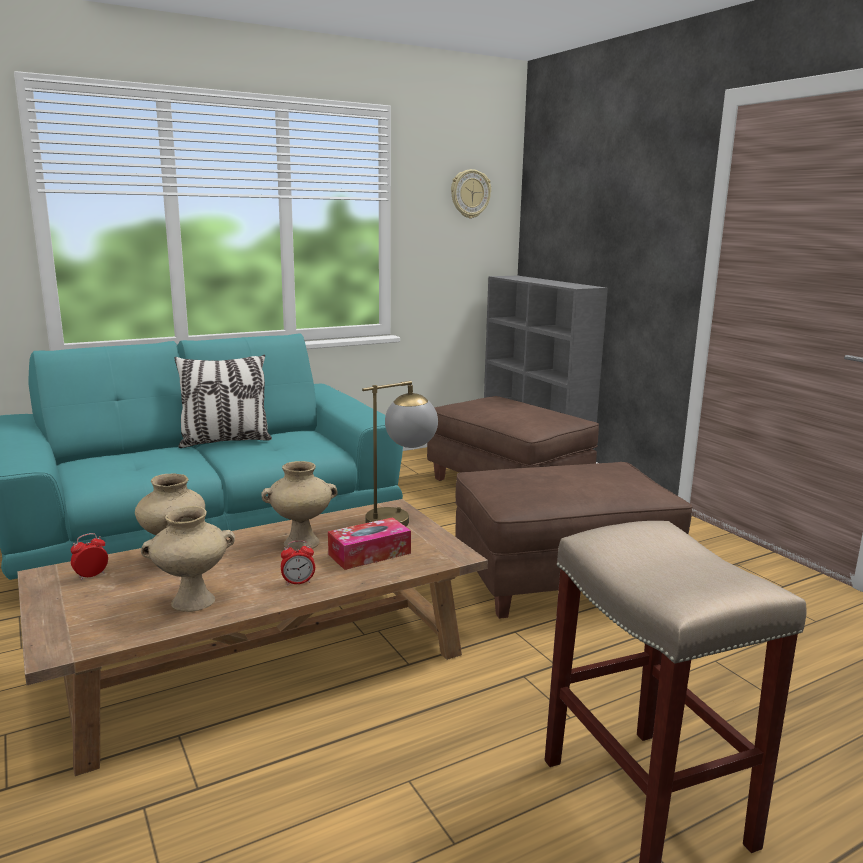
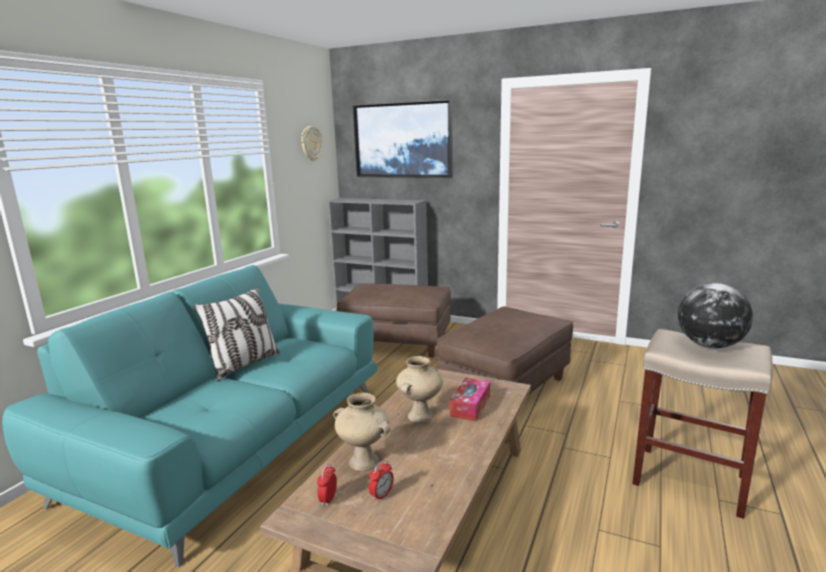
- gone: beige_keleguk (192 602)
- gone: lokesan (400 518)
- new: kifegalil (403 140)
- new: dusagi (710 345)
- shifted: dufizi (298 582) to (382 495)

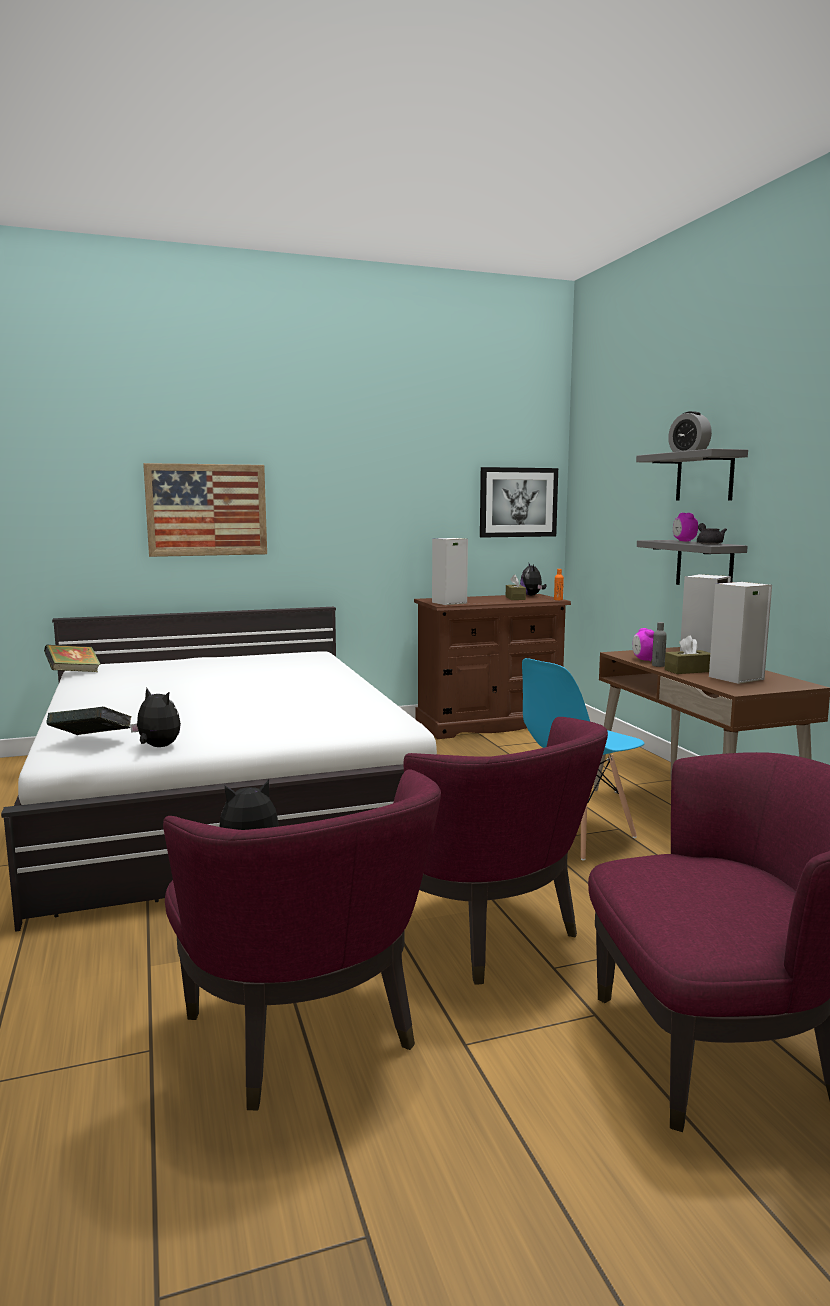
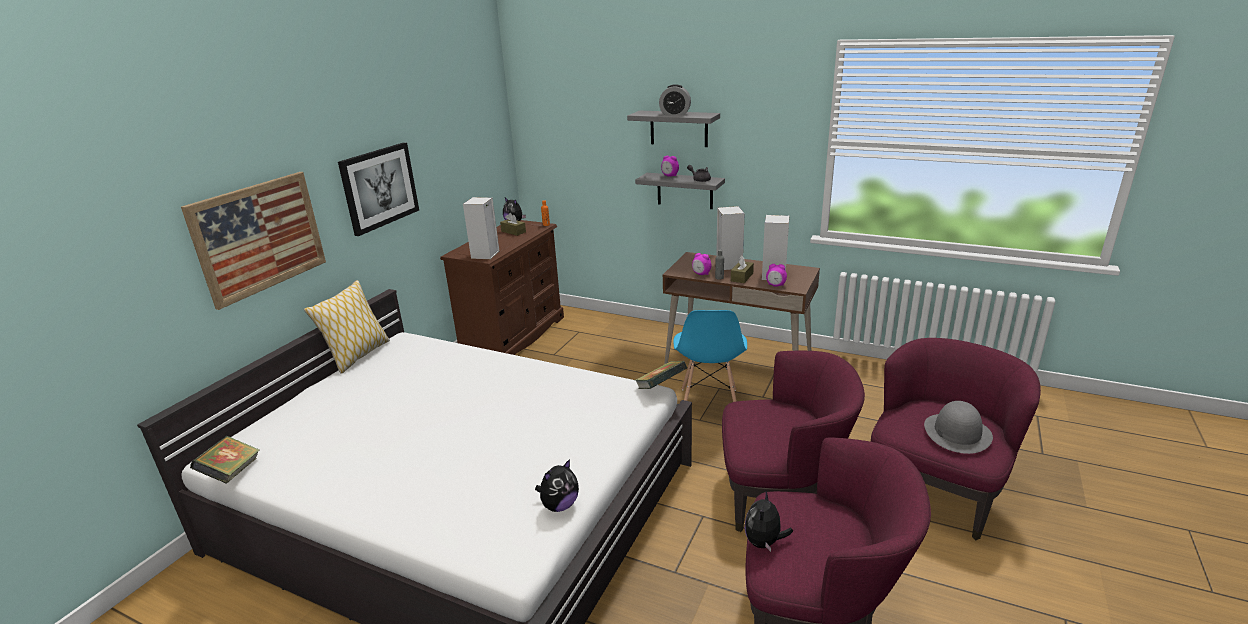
- new: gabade (357 356)
- new: dufizi (775 285)
- new: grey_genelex (957 432)
- shifted: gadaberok (91 741) to (660 387)
- shifted: kifegalil (518 502) to (379 187)
- rotated: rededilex (157 747) = (559 505) 150 degrees clockwise

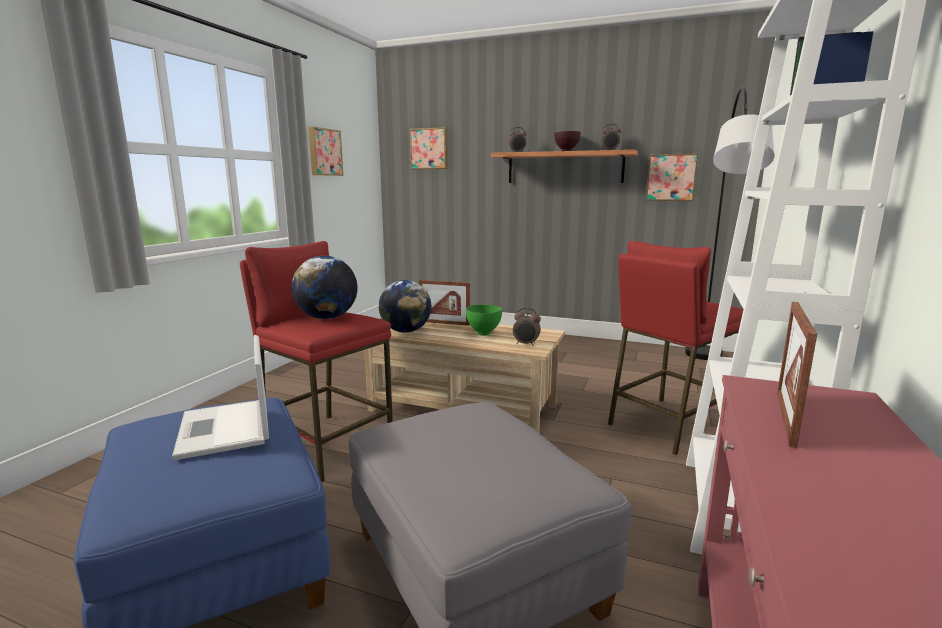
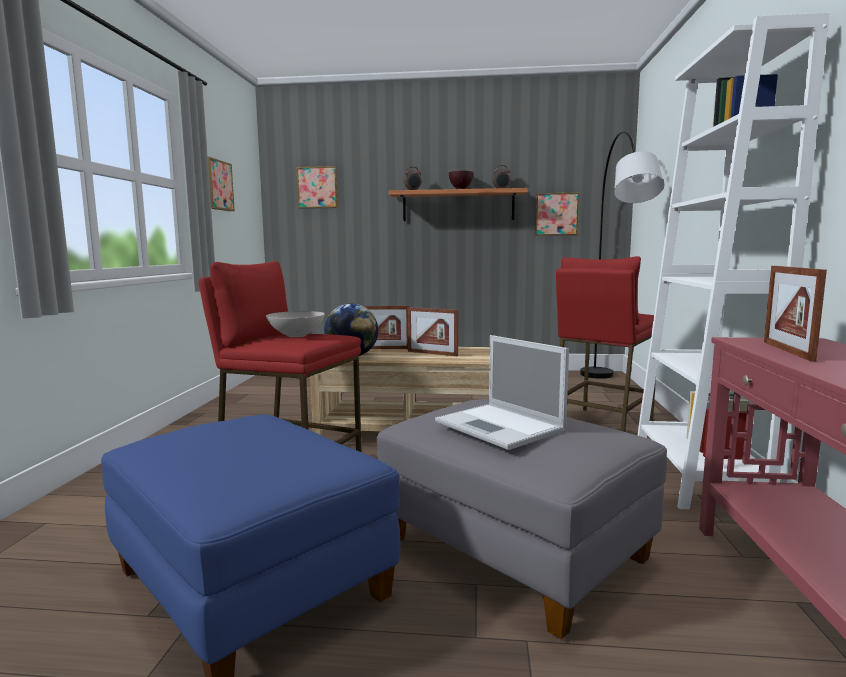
- gone: dufizi (526 344)
- shifted: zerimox (225 429) to (501 427)
- swapped: dusagi (327 318) to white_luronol (296 336)
- swapped: green_luronol (484 334) to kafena (432 353)

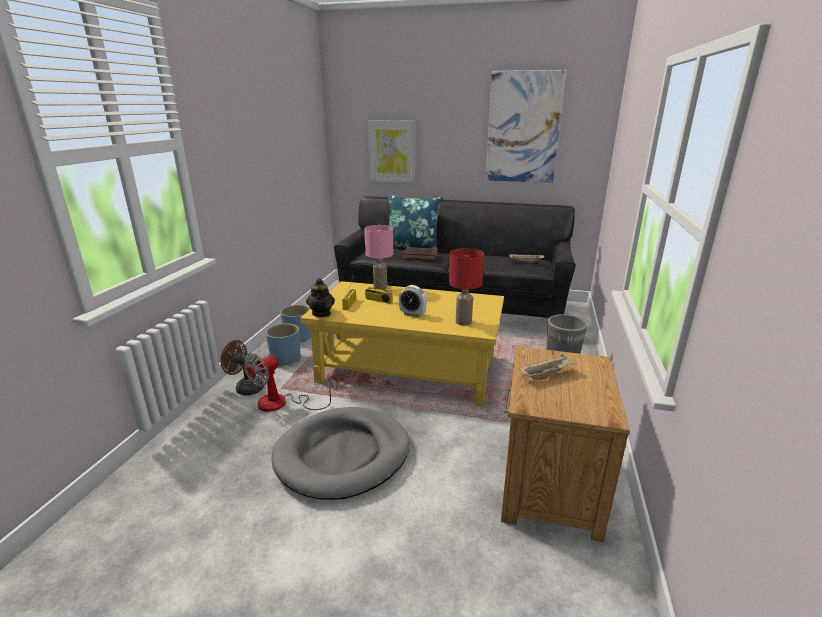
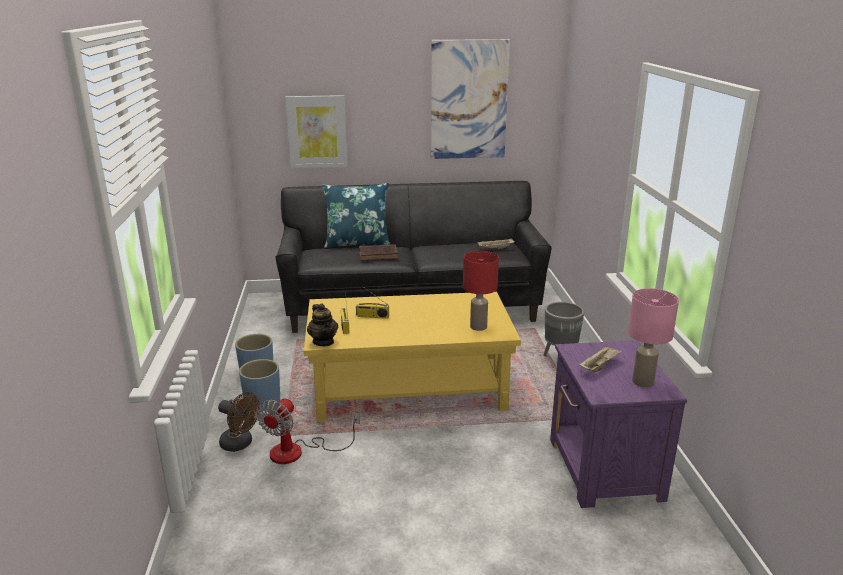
- gone: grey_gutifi (343 455)
- gone: dufizi (412 314)
- shifted: pink_lokesan (380 288) to (643 382)
- repainted: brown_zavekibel (548 487) to purple_zavekibel (604 470)
- rotated: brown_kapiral (245 388) = (240 444) 150 degrees counterclockwise

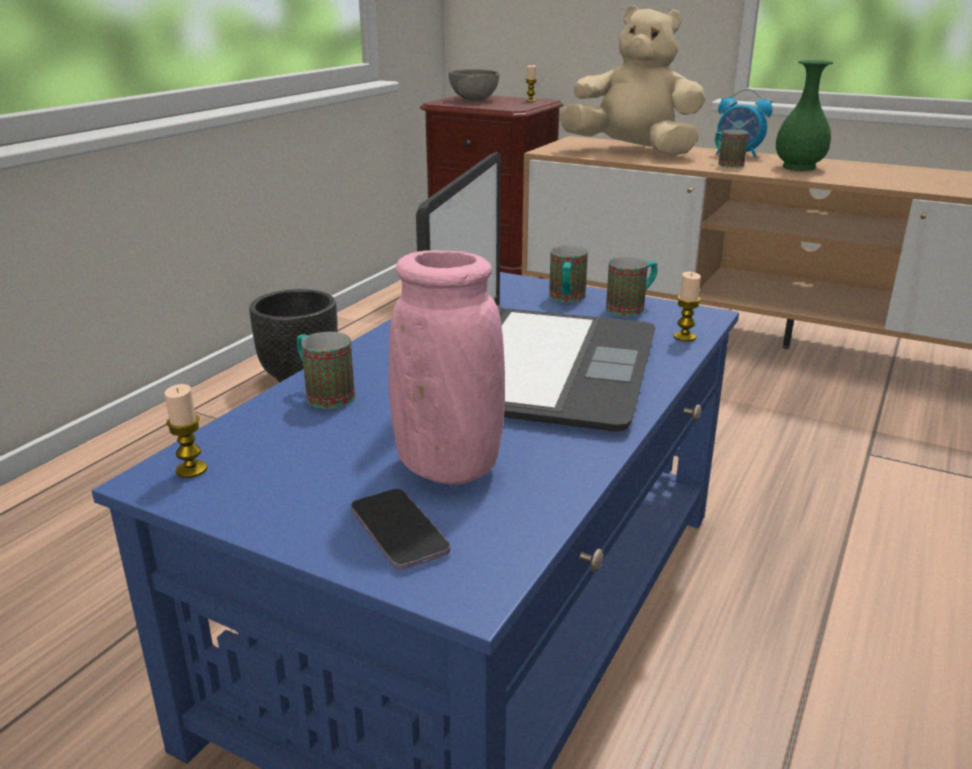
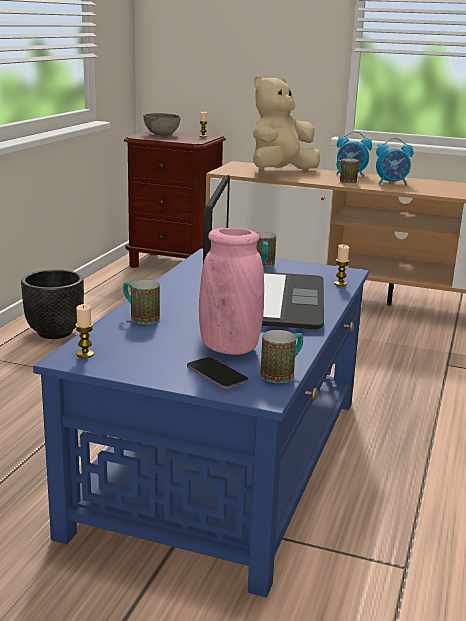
- shifted: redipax (631 308) to (282 374)
- swapped: green_keleguk (799 167) to dufizi (392 183)
- rotated: beige_rededilex (633 151) = (280 172) 60 degrees counterclockwise

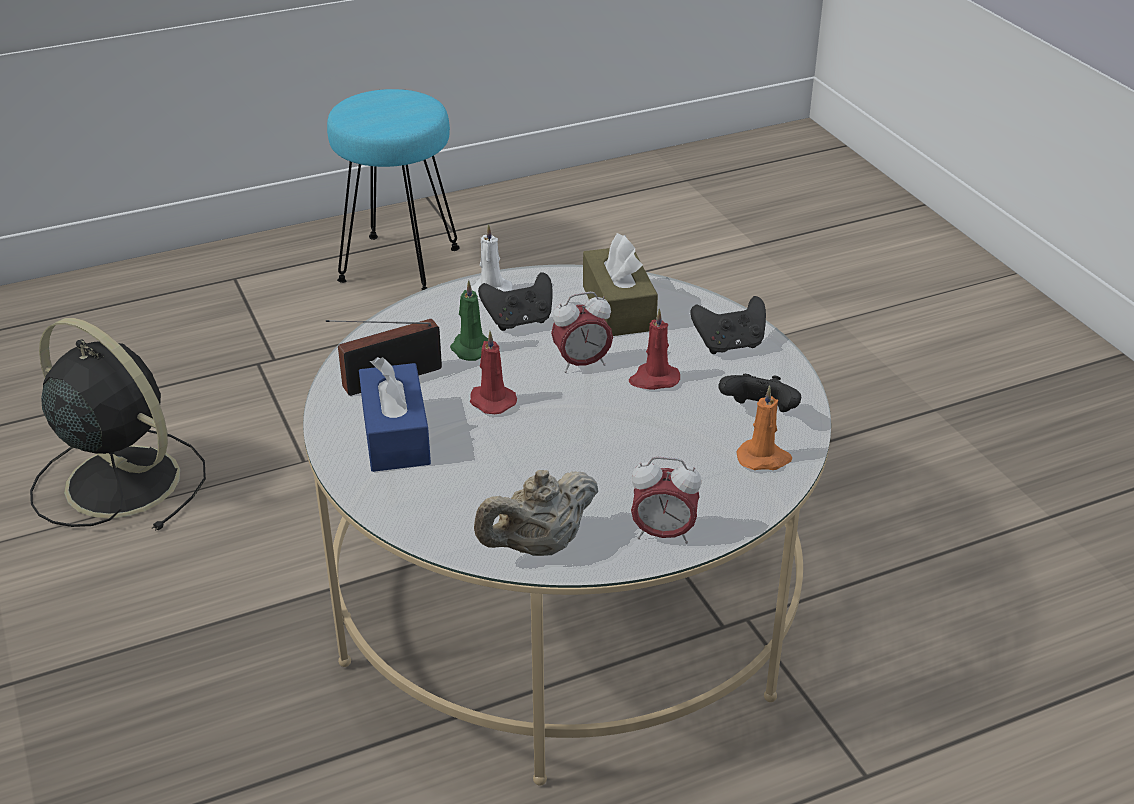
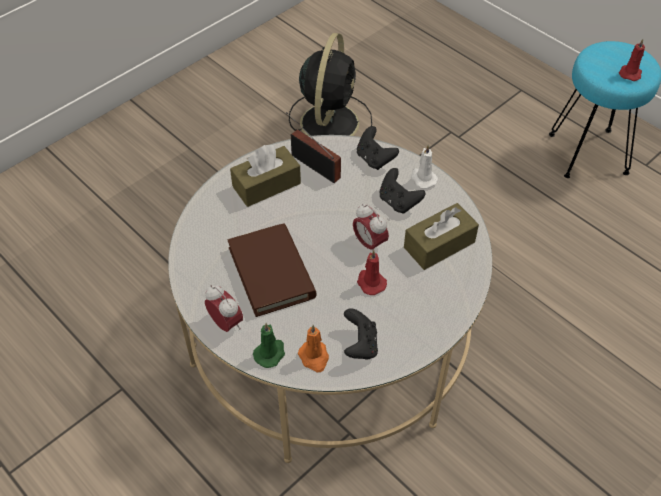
- gone: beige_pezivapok (539 546)
- new: brown_gadaberok (271 272)
- shifted: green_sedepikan (470 348) to (270 353)
- shifted: red_sedepikan (491 401) to (630 73)
- shifted: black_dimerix (729 345) to (374 159)
- repainted: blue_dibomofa (395 435) to brown_dibomofa (266 185)
- rotated: dufizi (663 534) = (226 323) 150 degrees clockwise

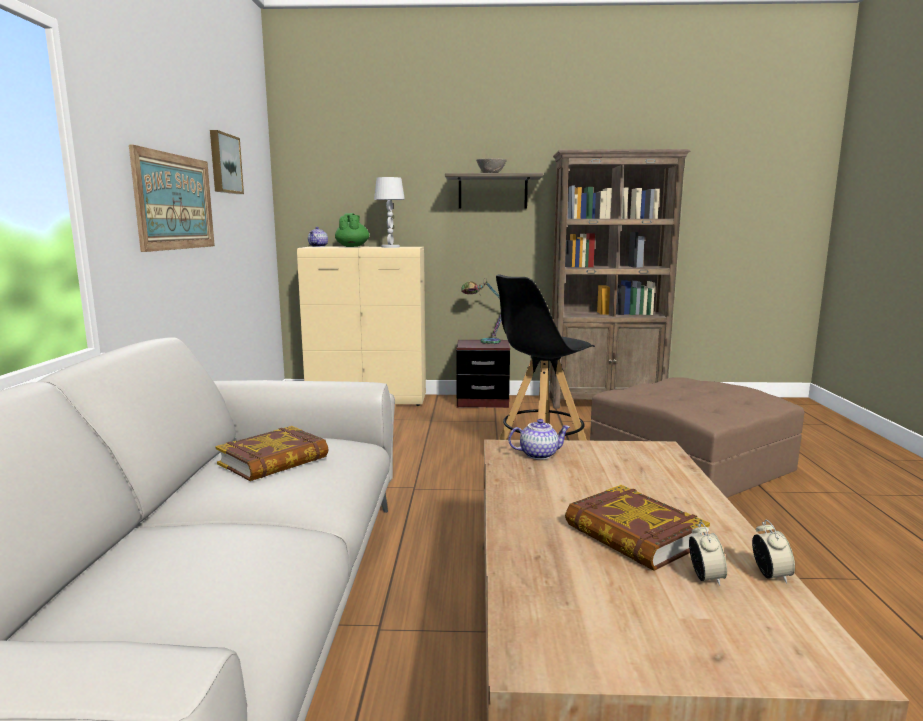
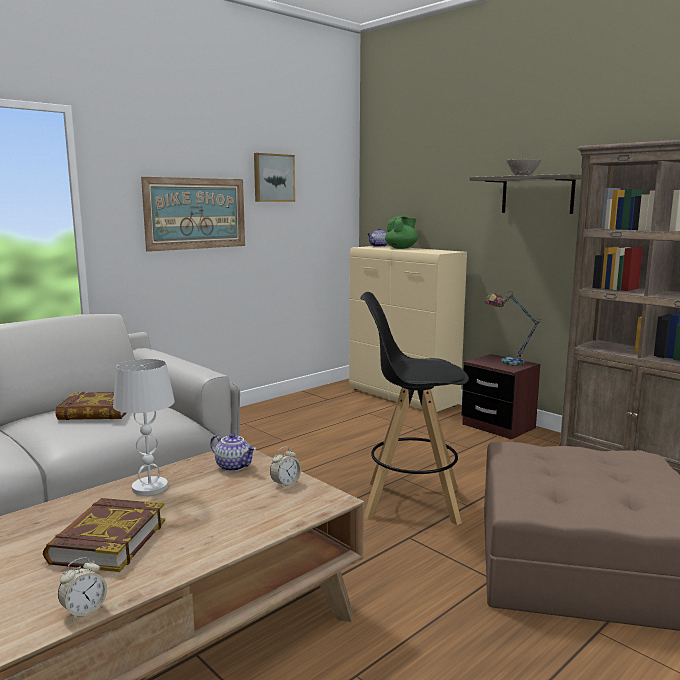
- shifted: white_lokesan (390 247) to (149 487)
- shifted: dufizi (705 577) to (285 484)

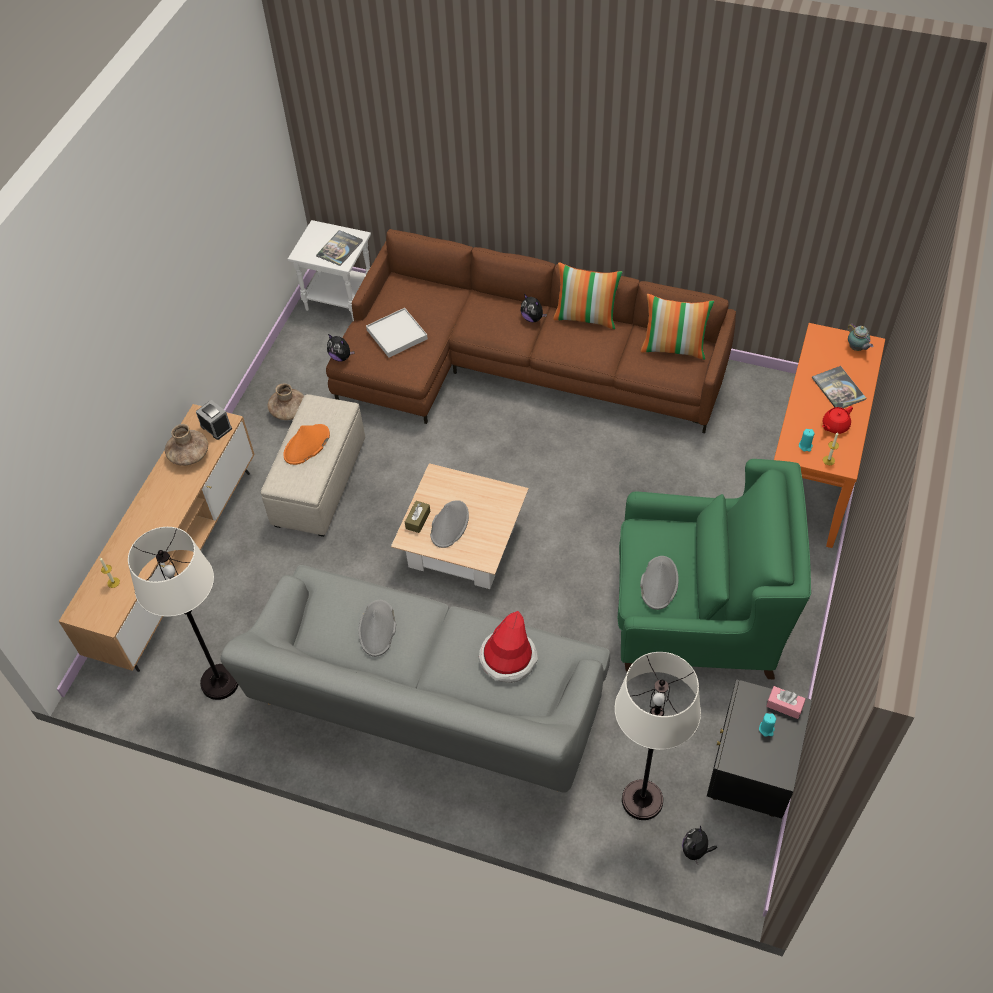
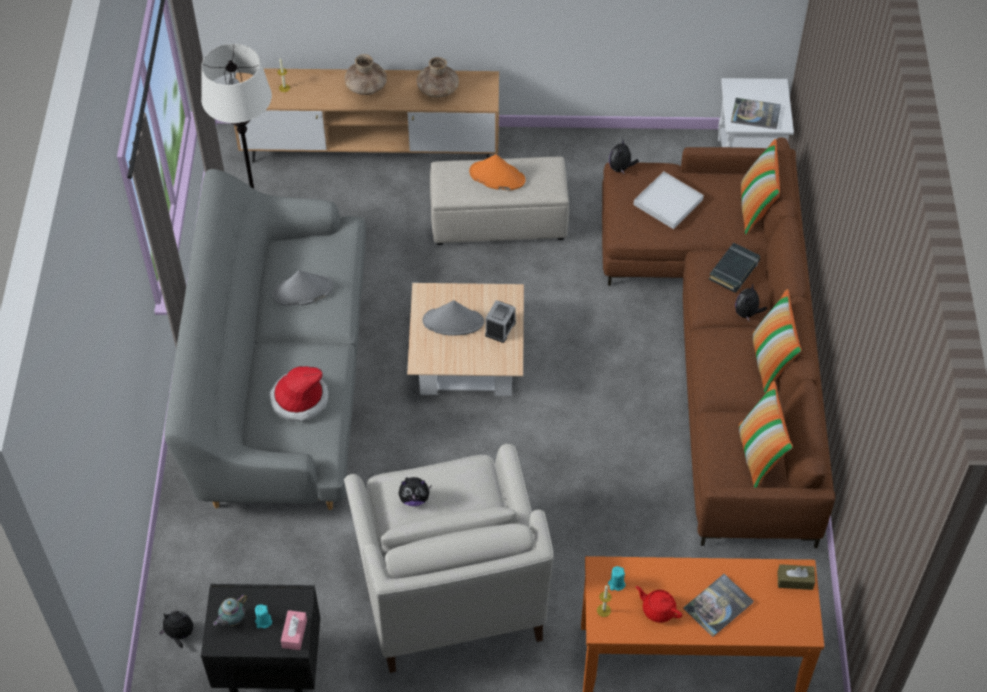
- gone: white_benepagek (642 800)
- new: black_gadaberok (734 270)
- new: gabade (756 208)
- shifted: dufizi (216 427) to (500 328)
- shifted: brown_keleguk (288 411) to (366 86)
- shifted: brown_dibomofa (418 520) to (795 580)
- shifted: pezivapok (856 348) to (232 620)
- swapped: grey_genelex (659 583) to rededilex (414 499)
- repainted: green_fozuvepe (697 614) to white_fozuvepe (449 585)

